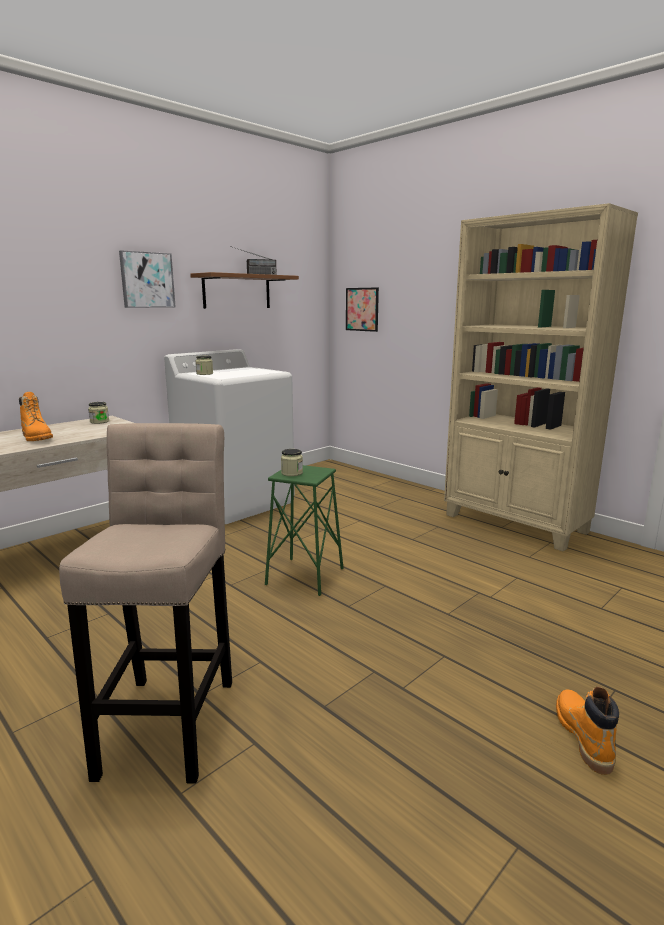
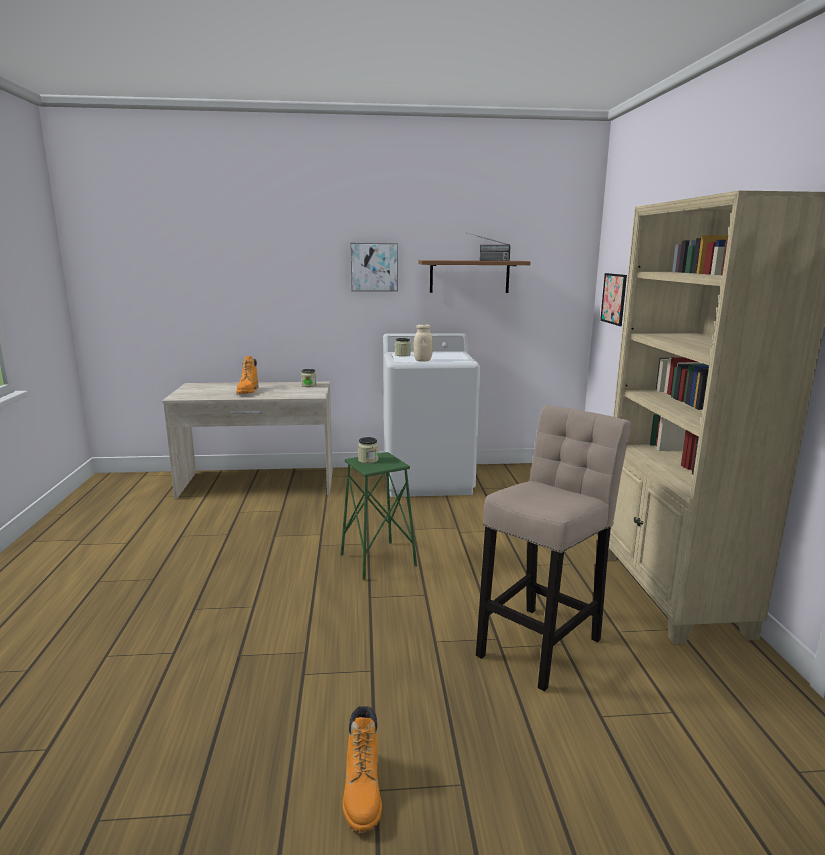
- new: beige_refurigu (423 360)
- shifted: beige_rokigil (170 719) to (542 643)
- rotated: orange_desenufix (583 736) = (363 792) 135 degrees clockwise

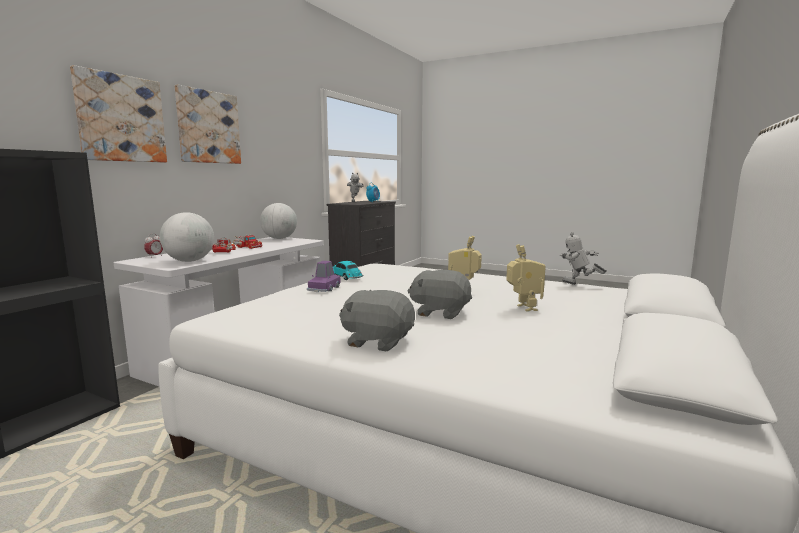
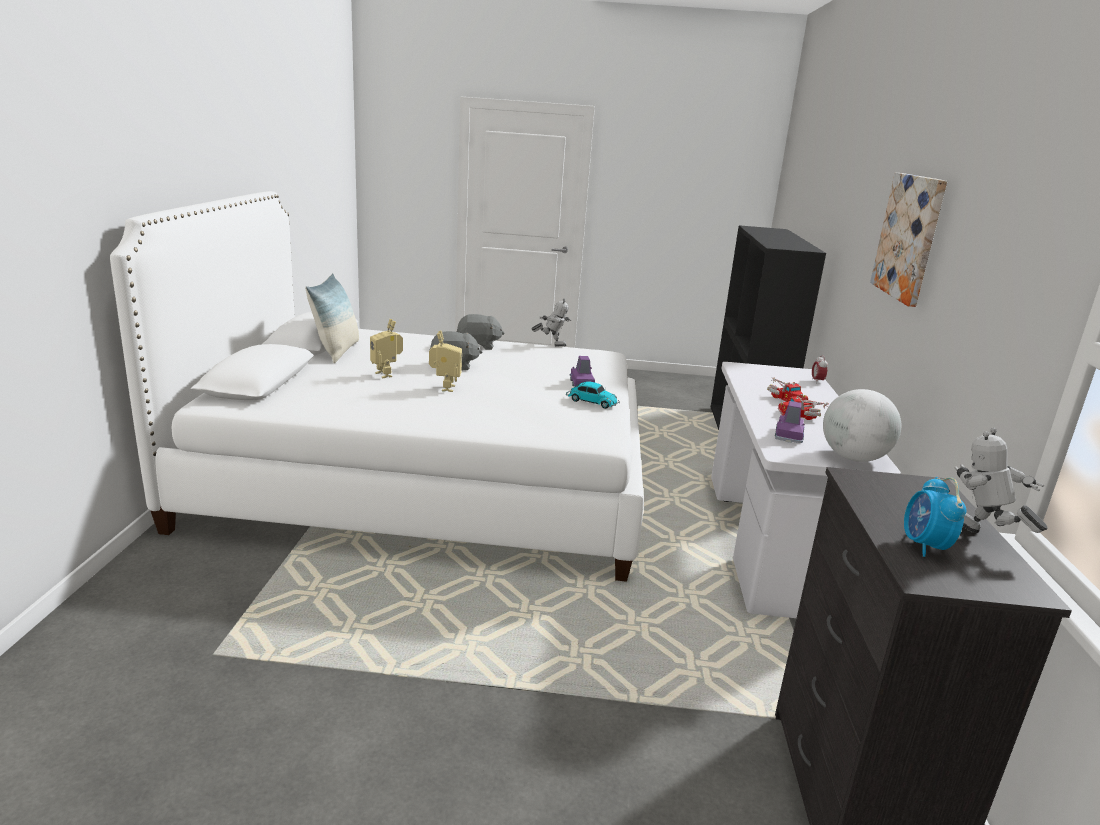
- gone: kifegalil (121 118)
- gone: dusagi (189 261)
- new: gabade (337 351)
- new: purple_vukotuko (788 435)
- shifted: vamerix (579 285) to (551 344)

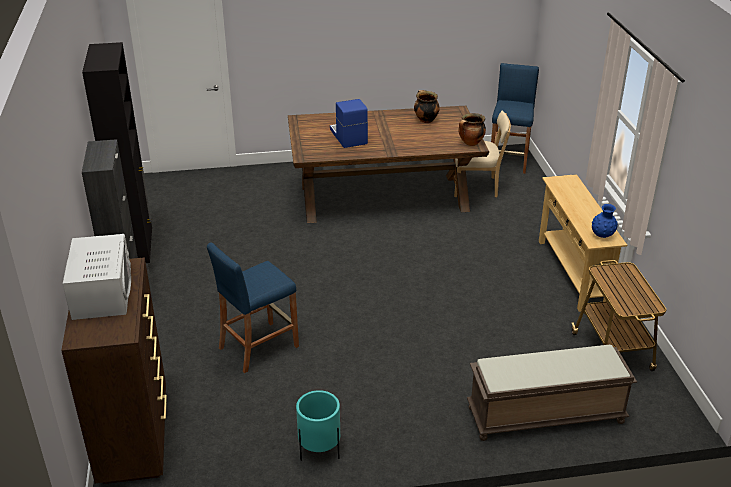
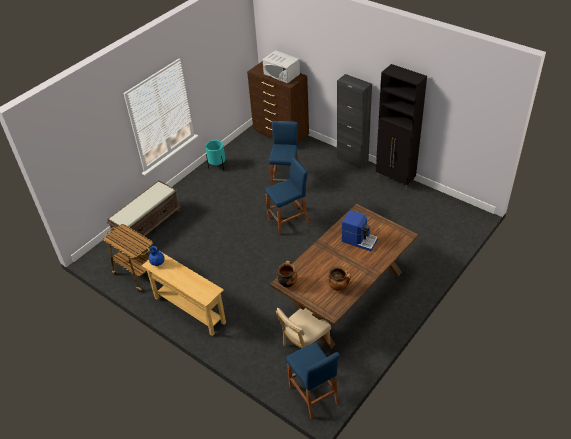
- new: blue_rokigil (288 220)

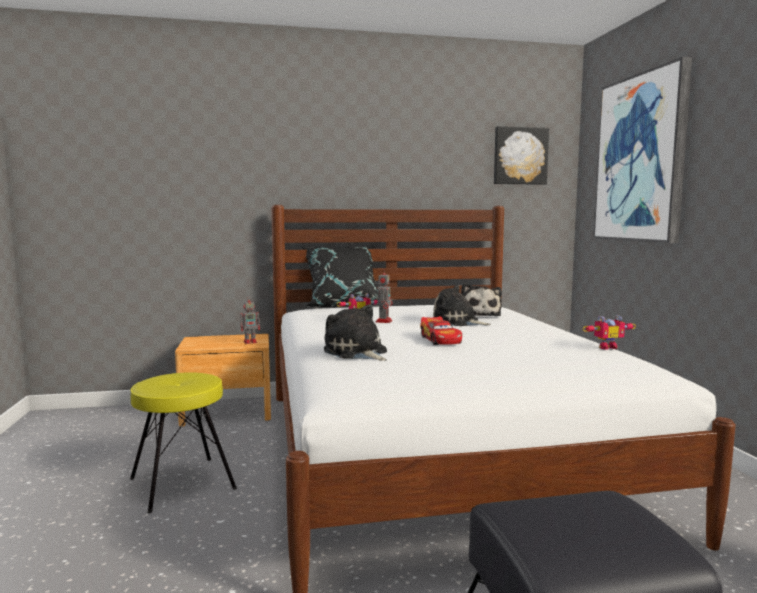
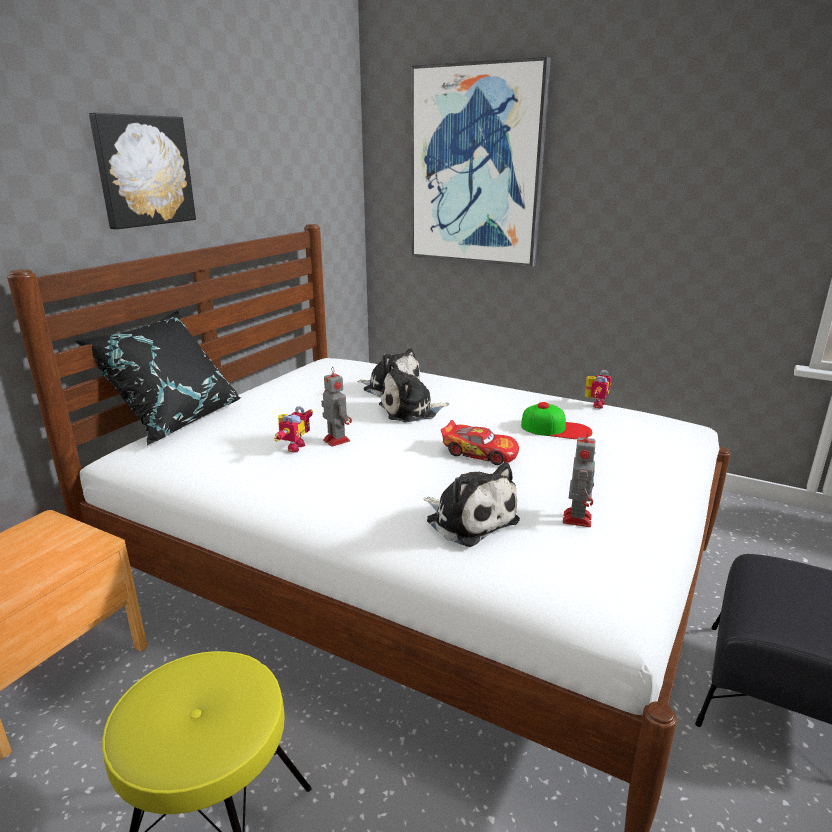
- new: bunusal (556 429)
- shifted: vamerix (251 342) to (577 518)
- shifted: kifegalil (520 156) to (143 171)
- rotated: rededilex (357 353) = (469 519) 135 degrees counterclockwise

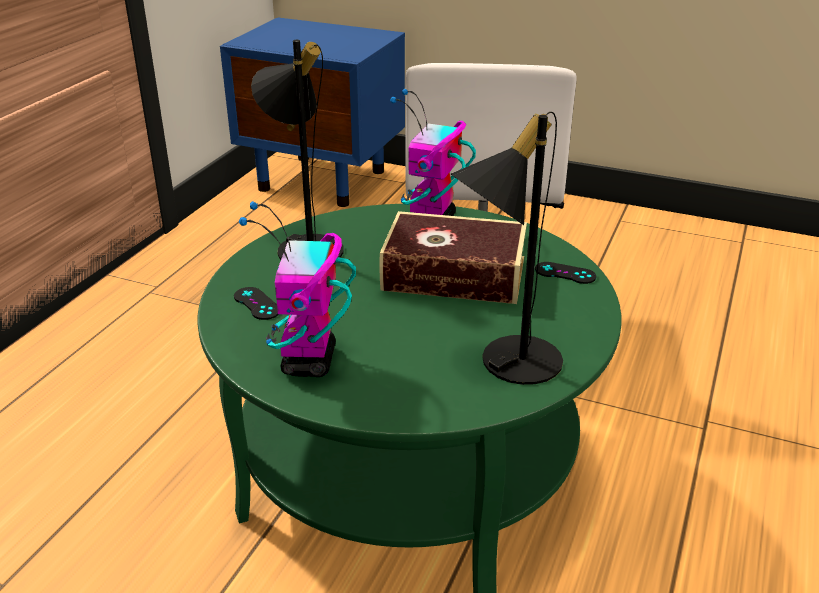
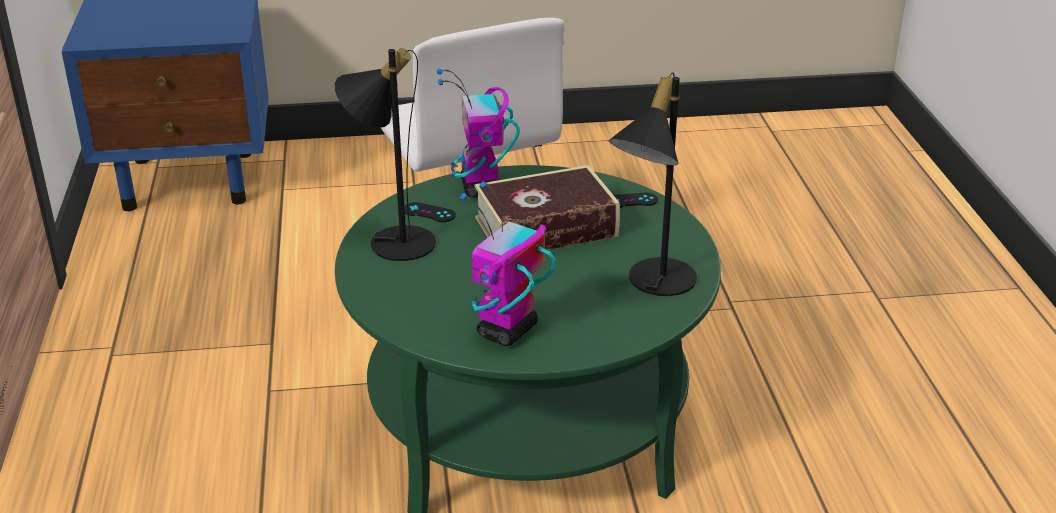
- shifted: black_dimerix (257 304) to (429 213)
- rotated: vamerix (309 362) = (507 331) 60 degrees clockwise

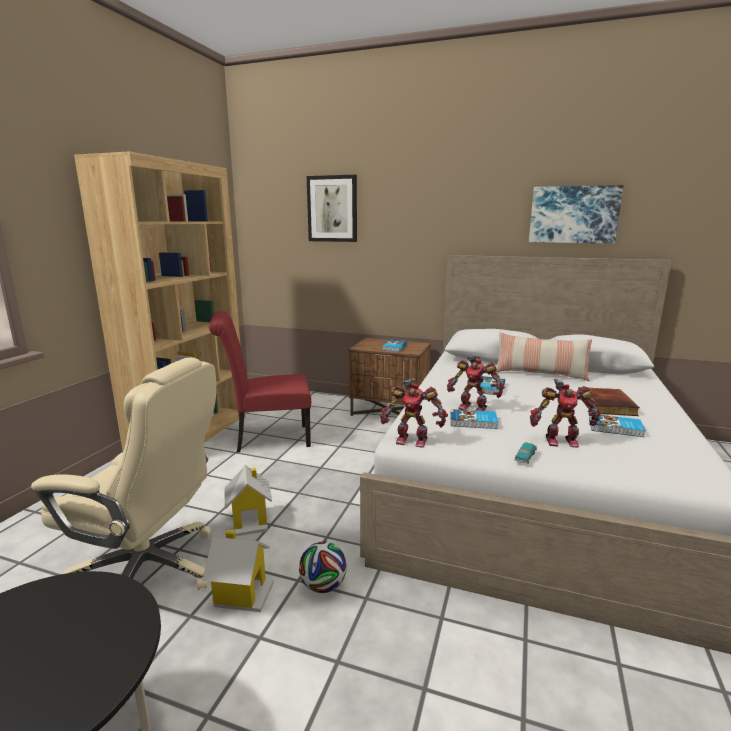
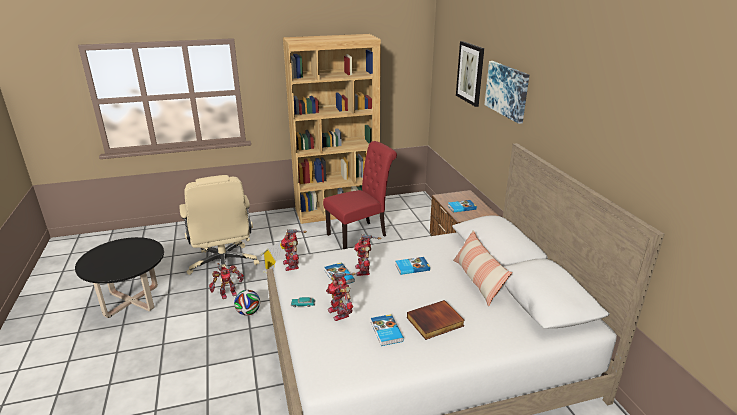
- shifted: kifegalil (573 214) to (507 90)
- swapped: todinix (242 593) to vamerix (228 293)
- rotated: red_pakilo (267 439) = (360 234) 105 degrees clockwise

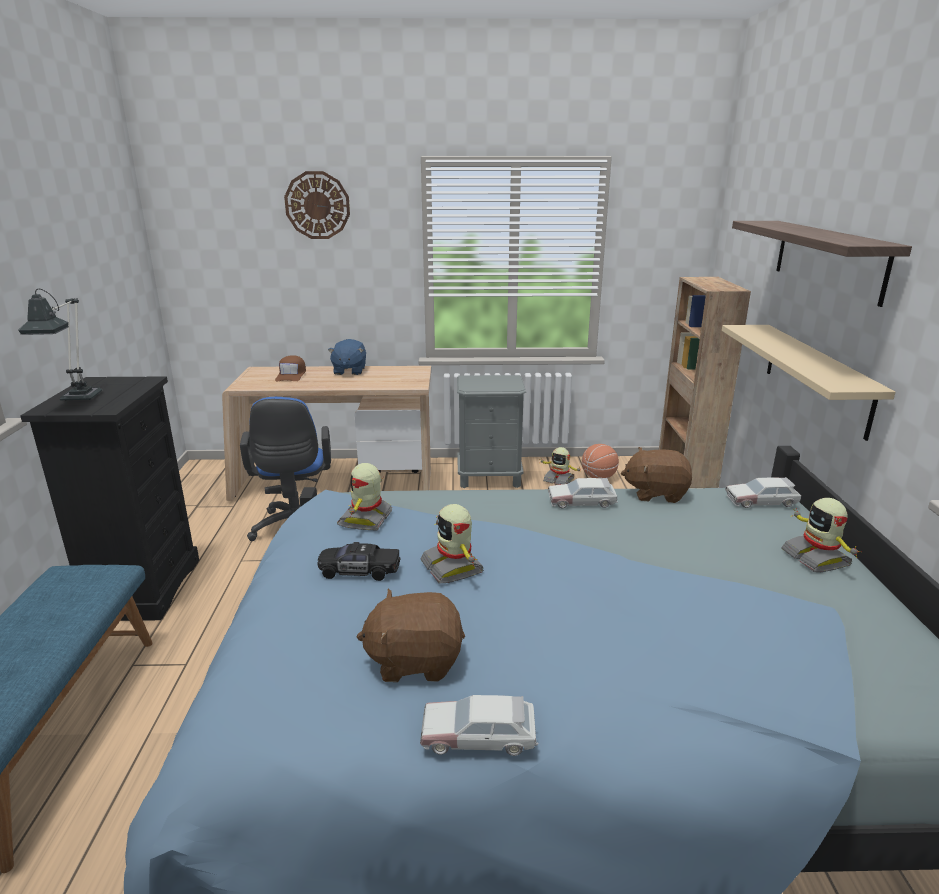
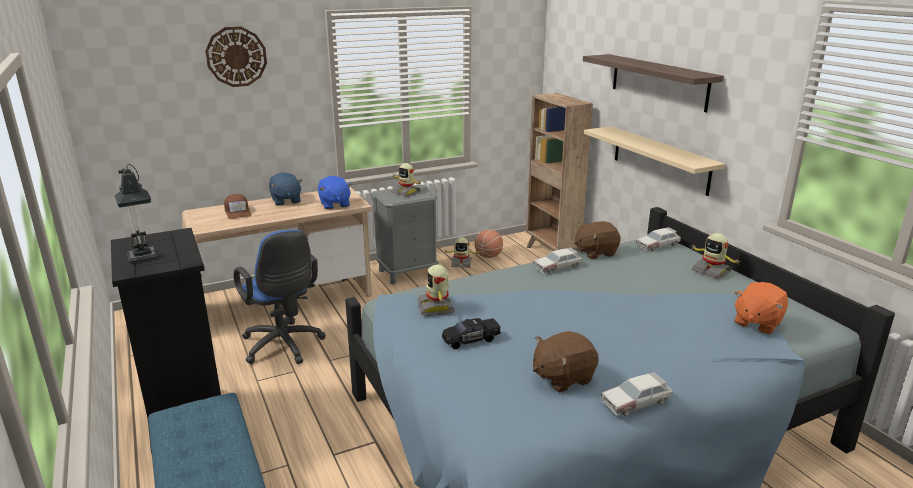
- new: blue_rededilex (334 204)
- new: orange_rededilex (757 323)
- shifted: vamerix (453 567) to (406 192)

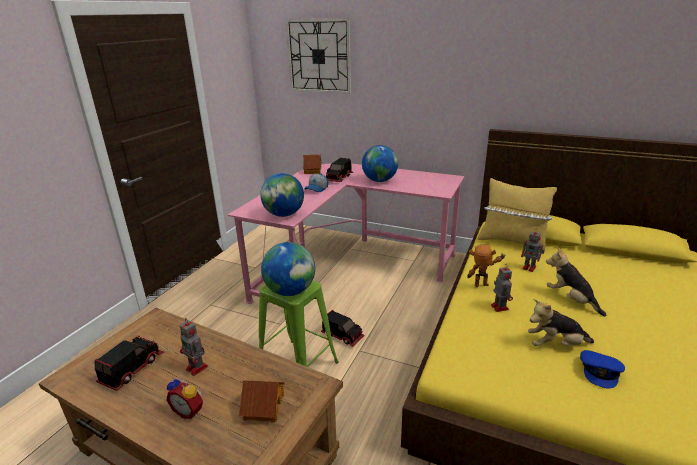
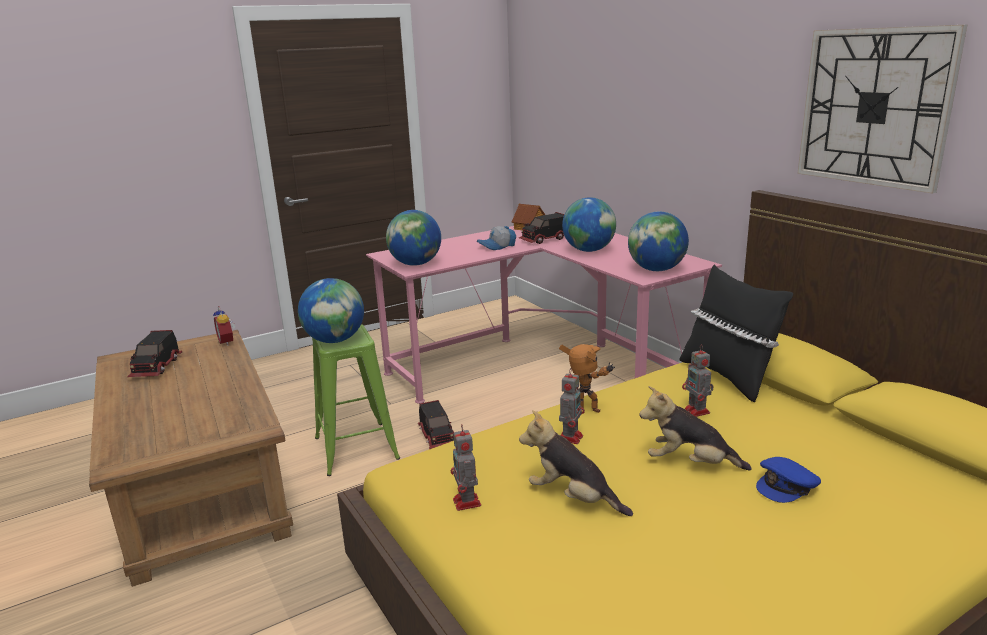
- gone: todinix (263 406)
- new: dusagi (656 270)
- shifted: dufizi (189 411) to (228 342)
- shifted: vamerix (197 368) to (467 503)
- shifted: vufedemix (319 56) to (874 107)
- shifted: blue_bunusal (600 371) to (787 486)
- repainted: yellow_gabade (511 242) to black_gabade (728 376)
- rotated: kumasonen (131 369) = (157 367) 120 degrees clockwise
- rotated: rededilex (571 300) = (690 463) 75 degrees counterclockwise

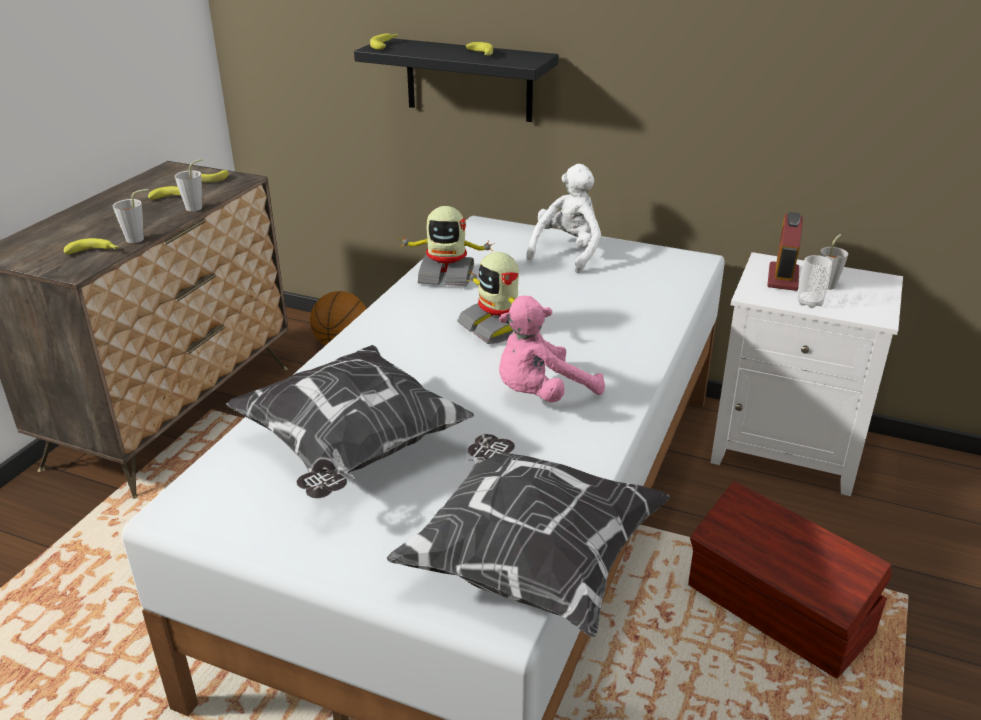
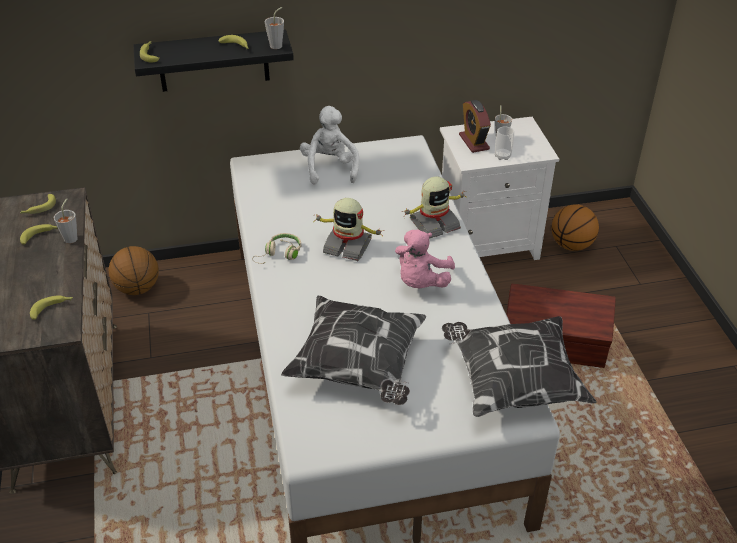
- new: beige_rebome (279 254)
- new: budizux (572 245)
- shifted: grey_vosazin (139 239) to (278 45)
- shifted: vamerix (446 275) to (434 224)

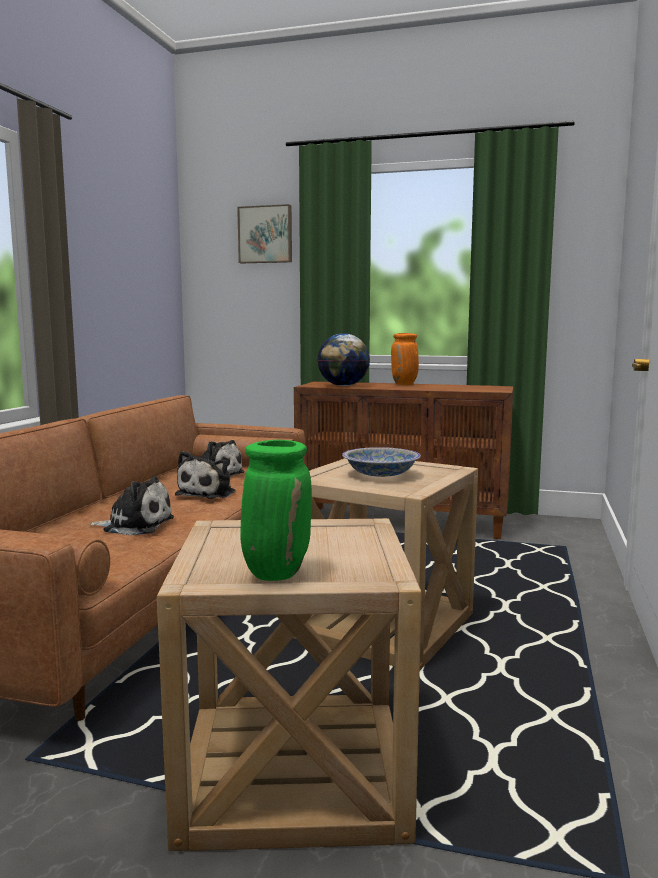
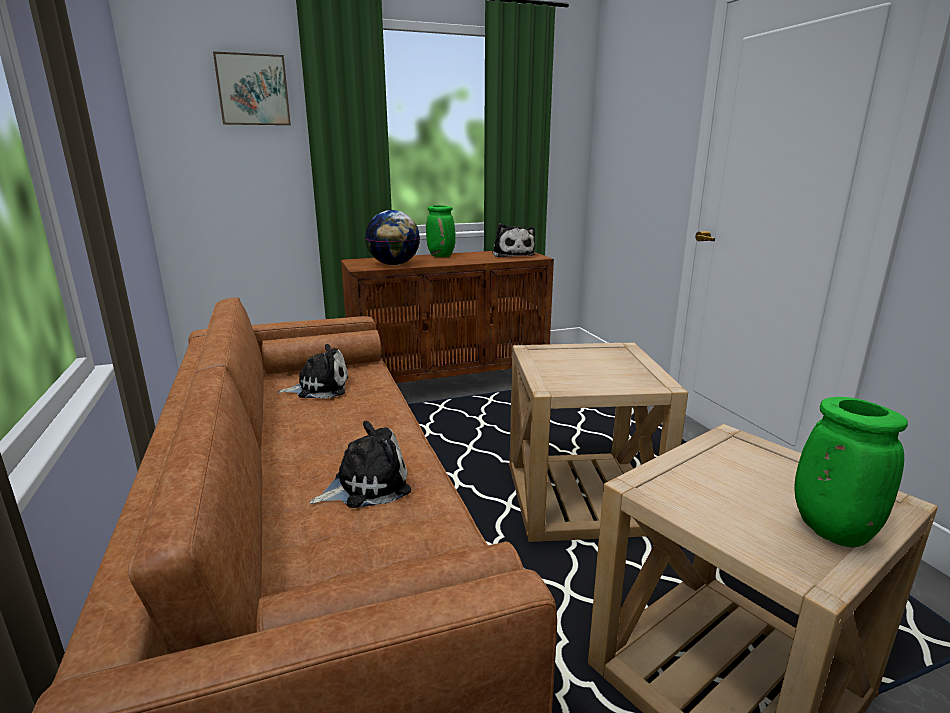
- gone: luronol (380 475)
- shifted: rededilex (208 493) to (512 255)
- repainted: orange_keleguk (405 384) to green_keleguk (442 256)

